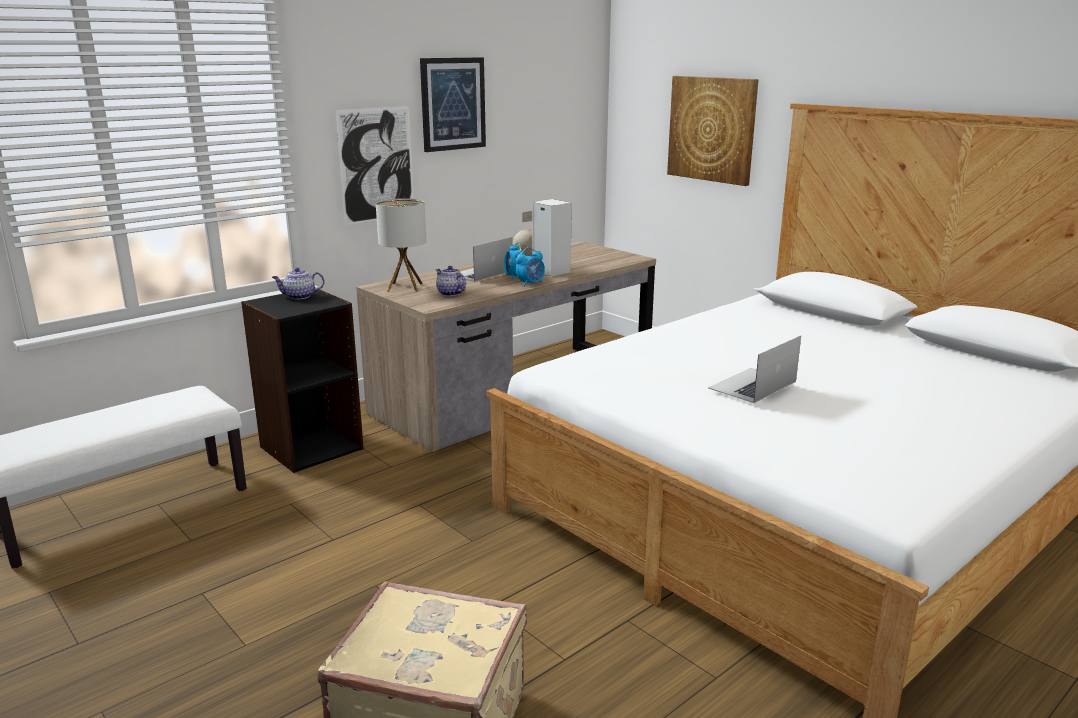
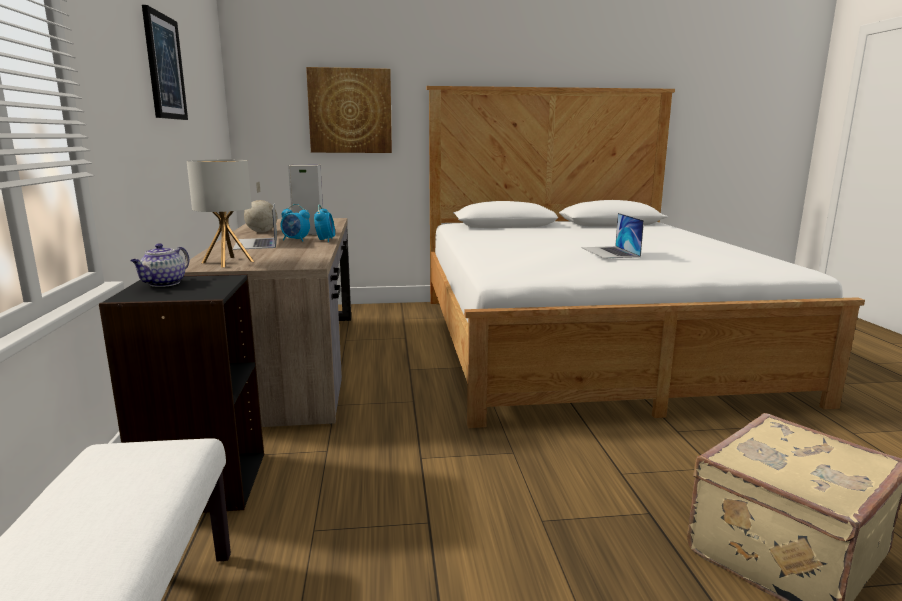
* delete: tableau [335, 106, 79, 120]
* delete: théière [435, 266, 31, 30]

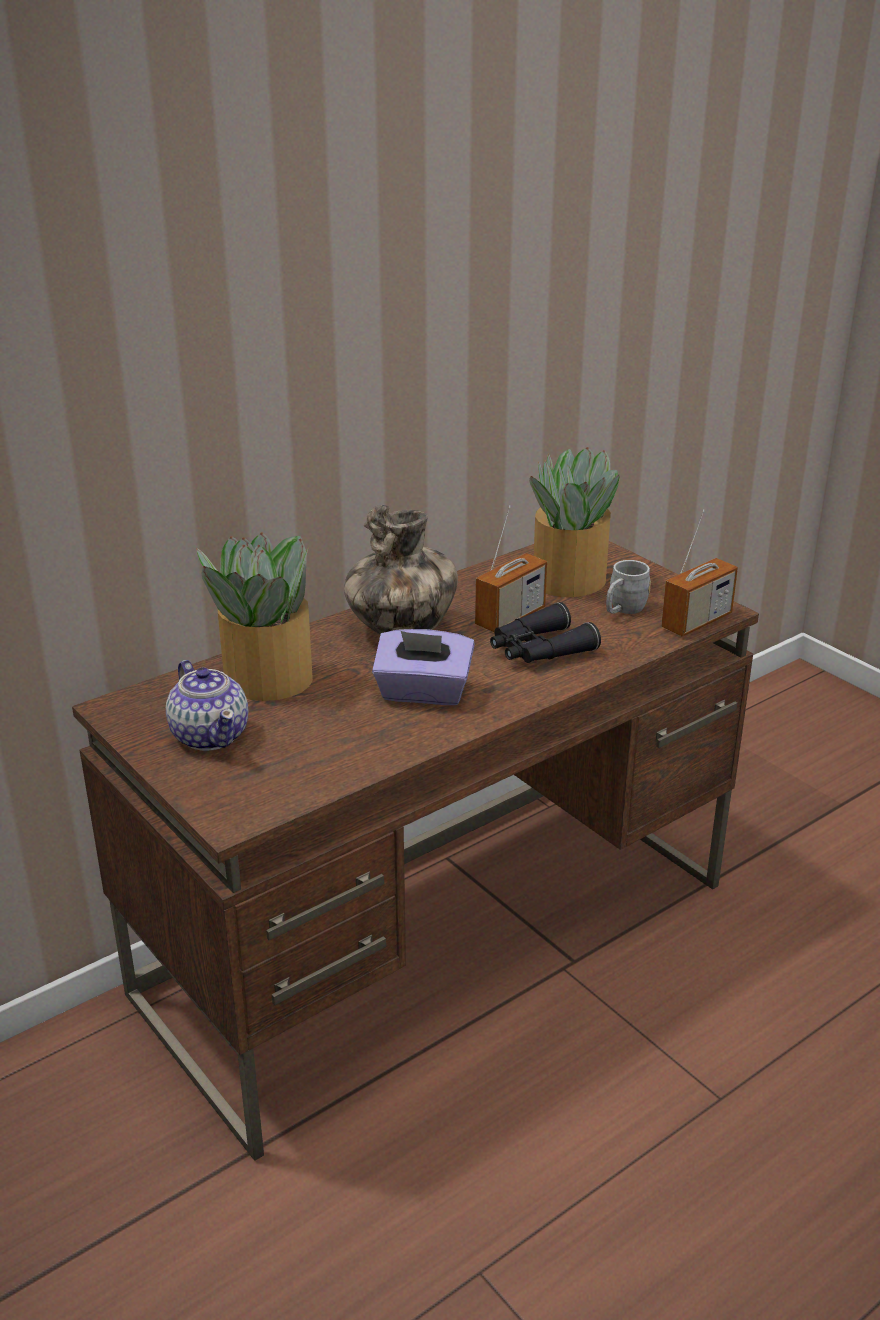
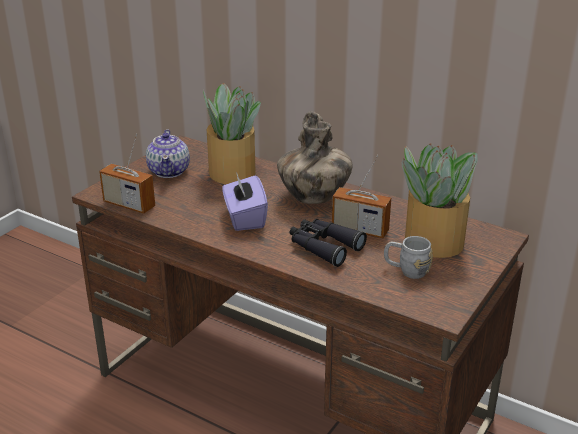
* rotate: théière [166, 660, 83, 91] = [146, 129, 44, 49] 45 degrees counterclockwise
* move: radio [661, 509, 77, 128] to [99, 134, 56, 80]

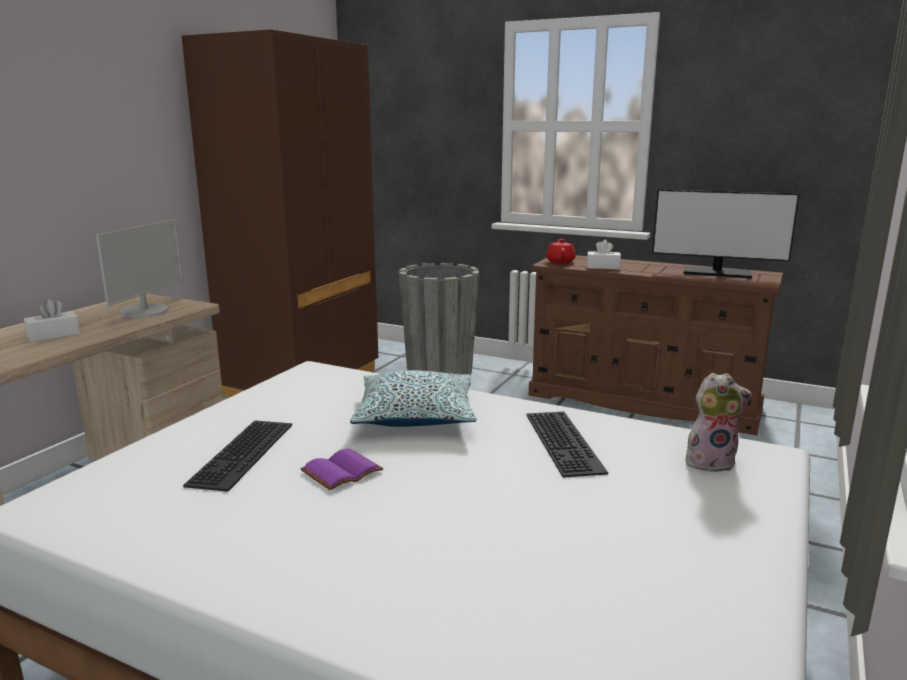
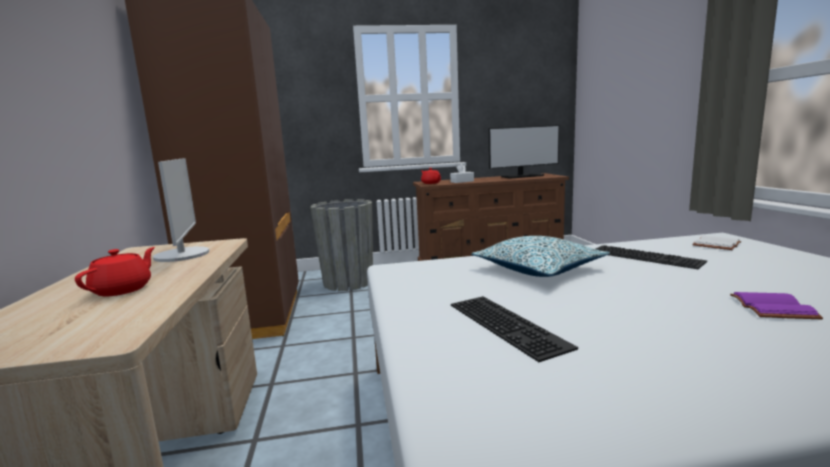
* replace: boîte à mouchoirs/blanc [24, 299, 57, 43] to théière/rouge [75, 247, 80, 49]
* move: livre/violet [301, 448, 83, 42] to [730, 292, 93, 27]
* replace: peluche [686, 373, 66, 99] to livre/blanc [693, 235, 48, 15]

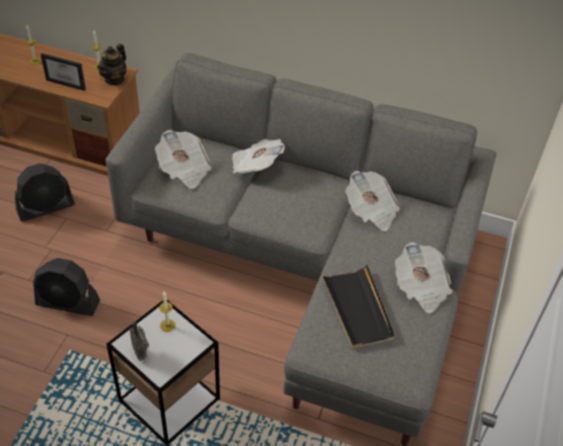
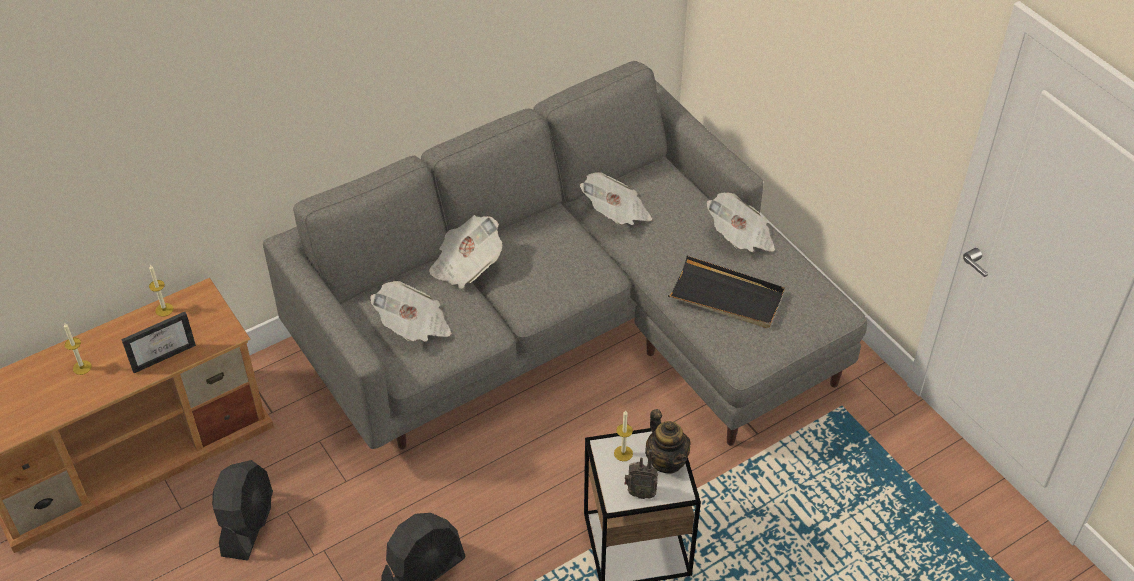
* move: théière [97, 44, 29, 42] to [645, 409, 46, 65]

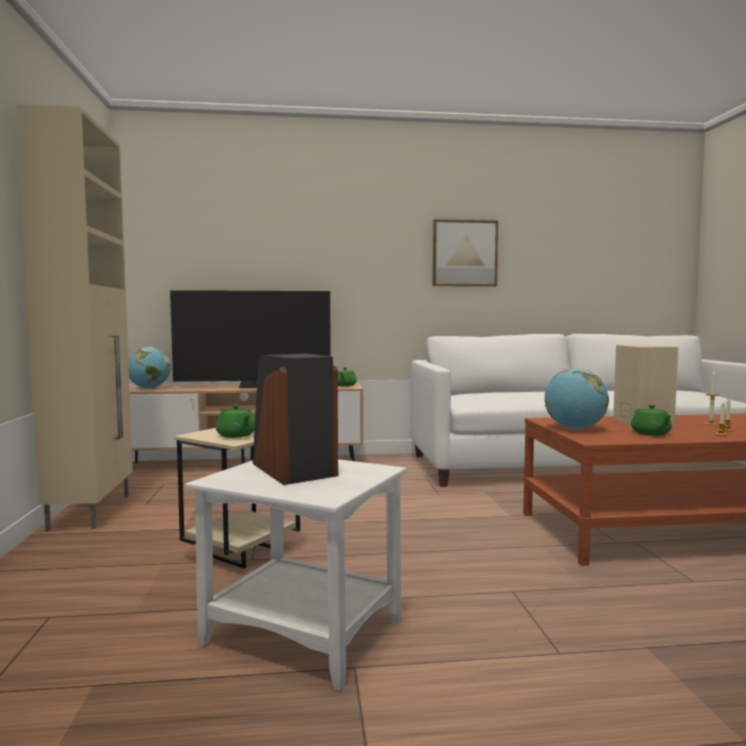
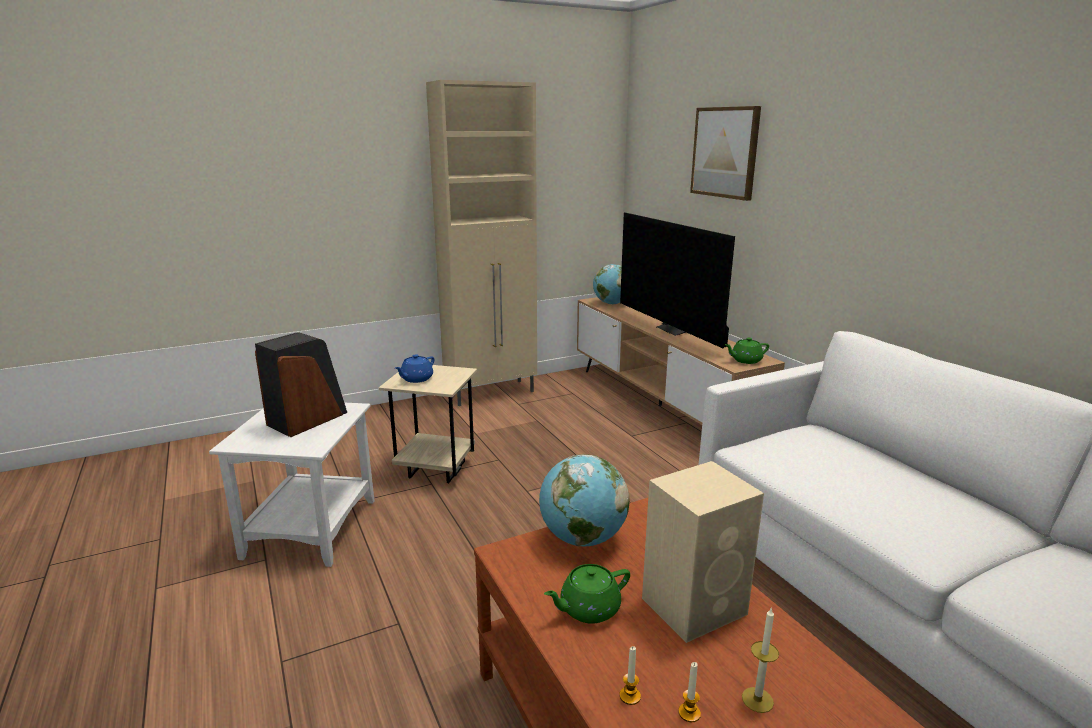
* recolor: théière/vert [216, 405, 39, 33] to théière/bleu [395, 354, 39, 29]
* move: tableau [432, 219, 66, 68] to [690, 106, 71, 95]

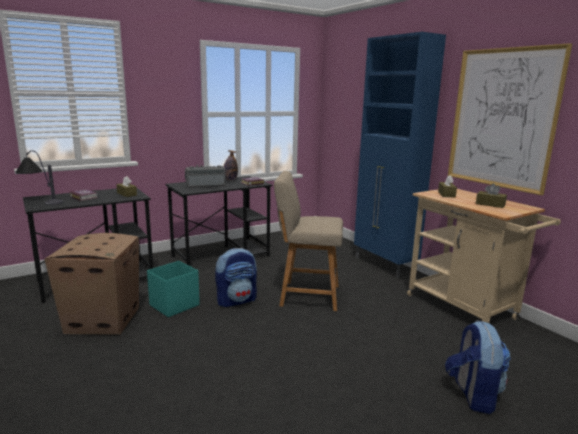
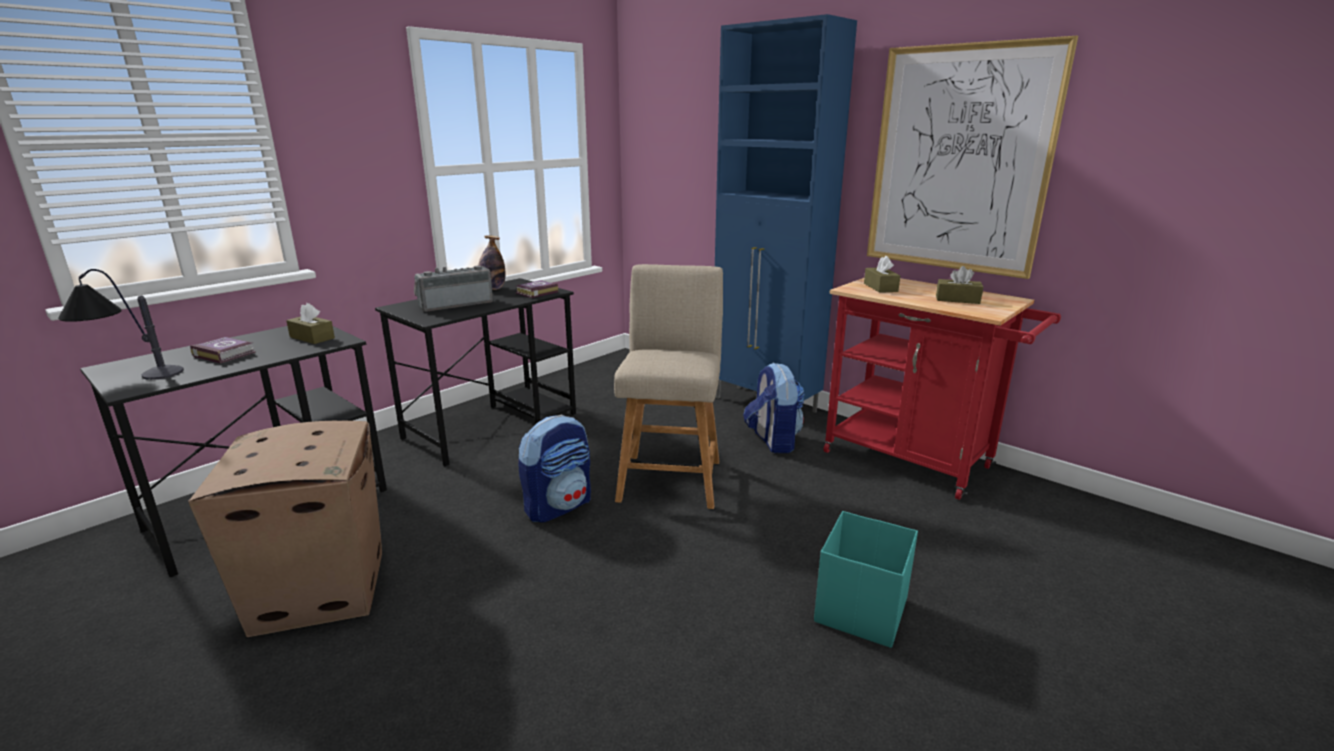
* move: boîte de rangement/turquoise [147, 261, 53, 56] to [814, 511, 104, 137]
* rotate: chaise/beige [274, 171, 69, 140] = [614, 264, 109, 245] 105 degrees clockwise
* recolor: chariot/beige [407, 189, 154, 134] to chariot/rouge [823, 278, 238, 222]
* move: sac à dos [445, 320, 66, 94] to [743, 362, 62, 91]

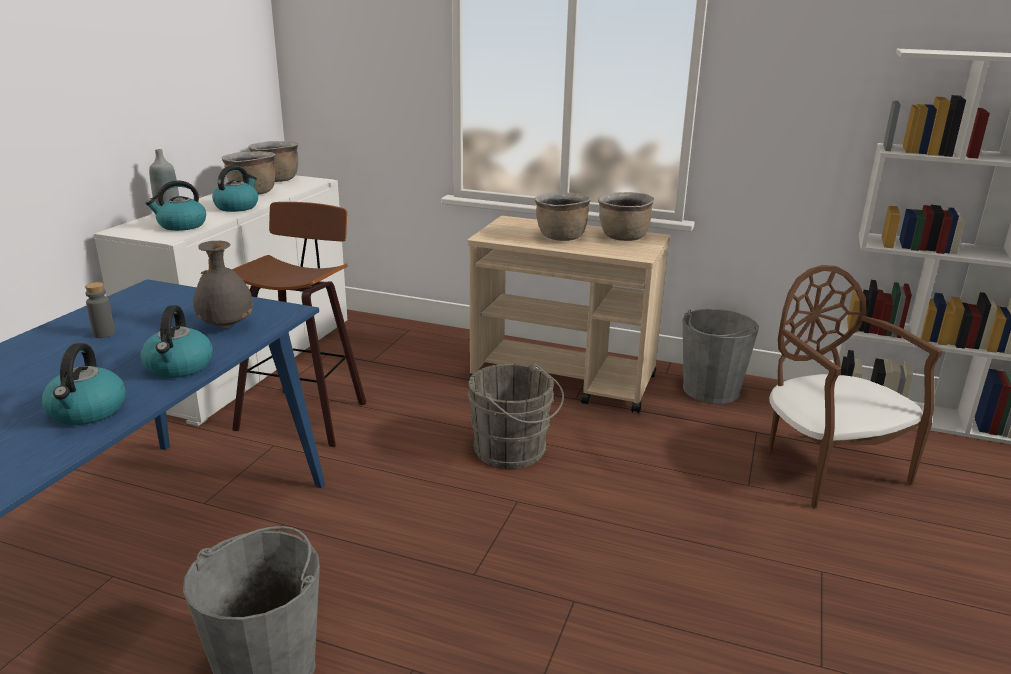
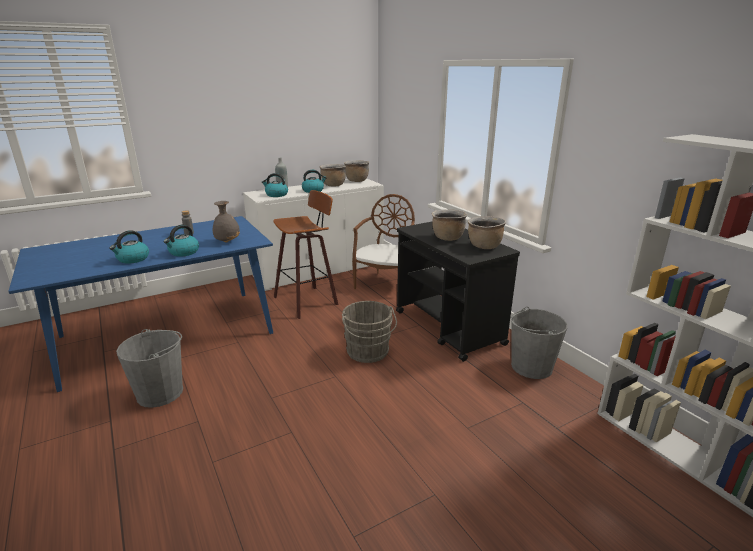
* recolor: chariot/beige [468, 216, 203, 198] to chariot/noir [396, 222, 124, 140]
* move: chaise/marron [768, 265, 174, 244] to [352, 194, 63, 95]

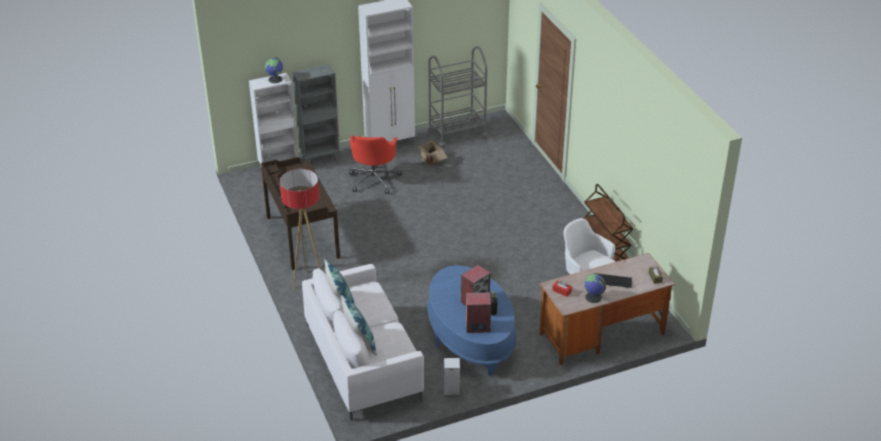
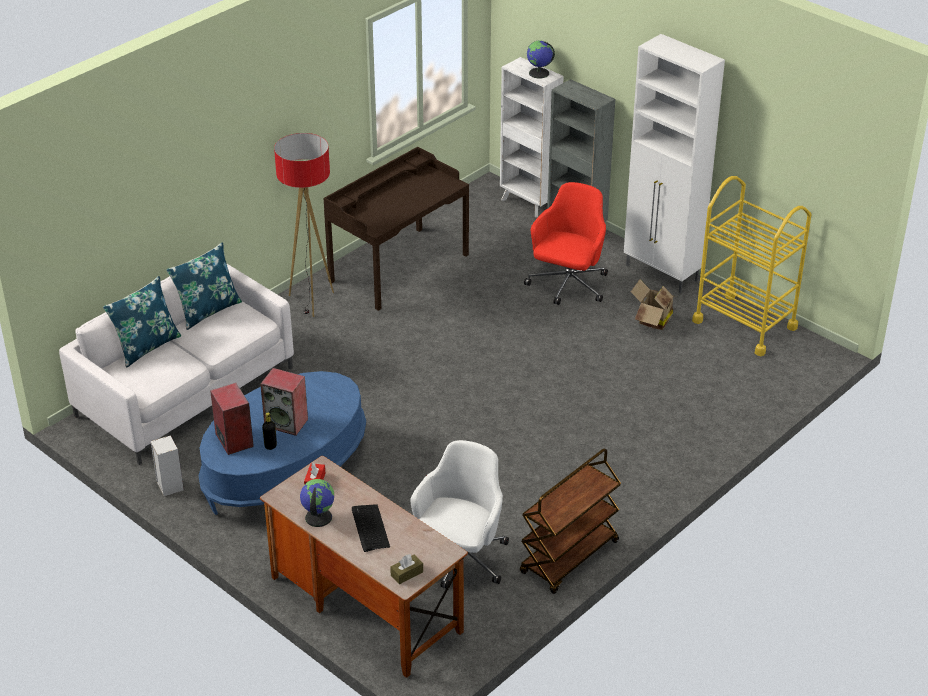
* rotate: chaise de bureau/rouge [349, 136, 53, 58] = [524, 182, 84, 123] 135 degrees clockwise
* recolor: chariot/gris [427, 46, 61, 103] to chariot/jaune [692, 176, 120, 180]

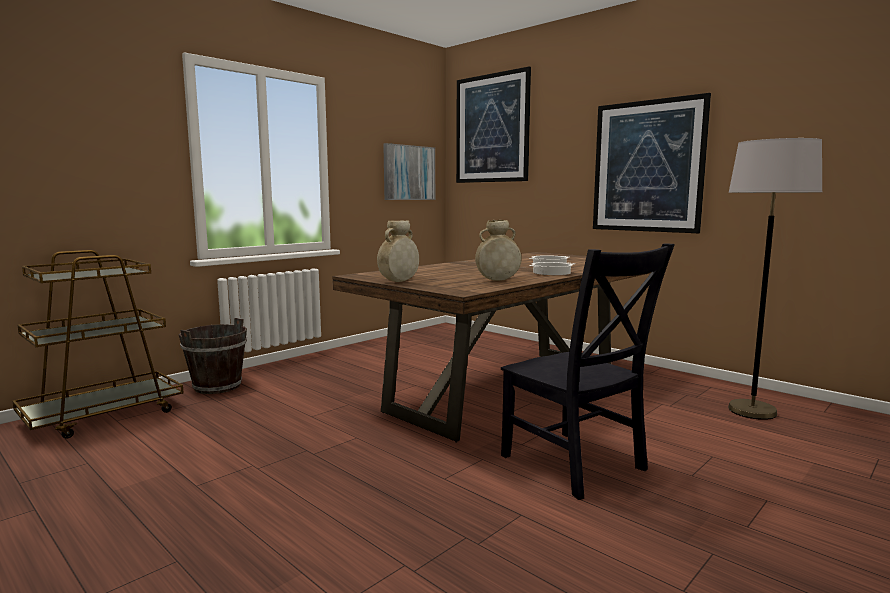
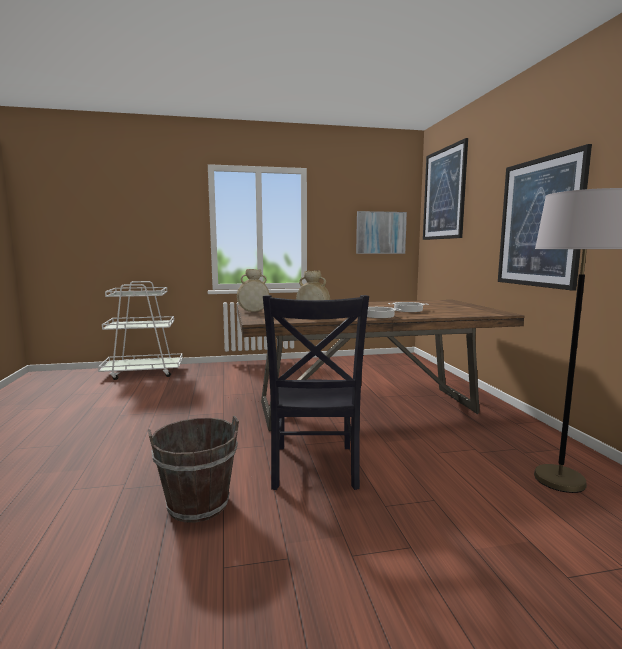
* recolor: chariot/marron [13, 250, 171, 189] to chariot/blanc [98, 281, 85, 99]
* move: seau/marron [178, 318, 69, 76] to [148, 416, 91, 107]

